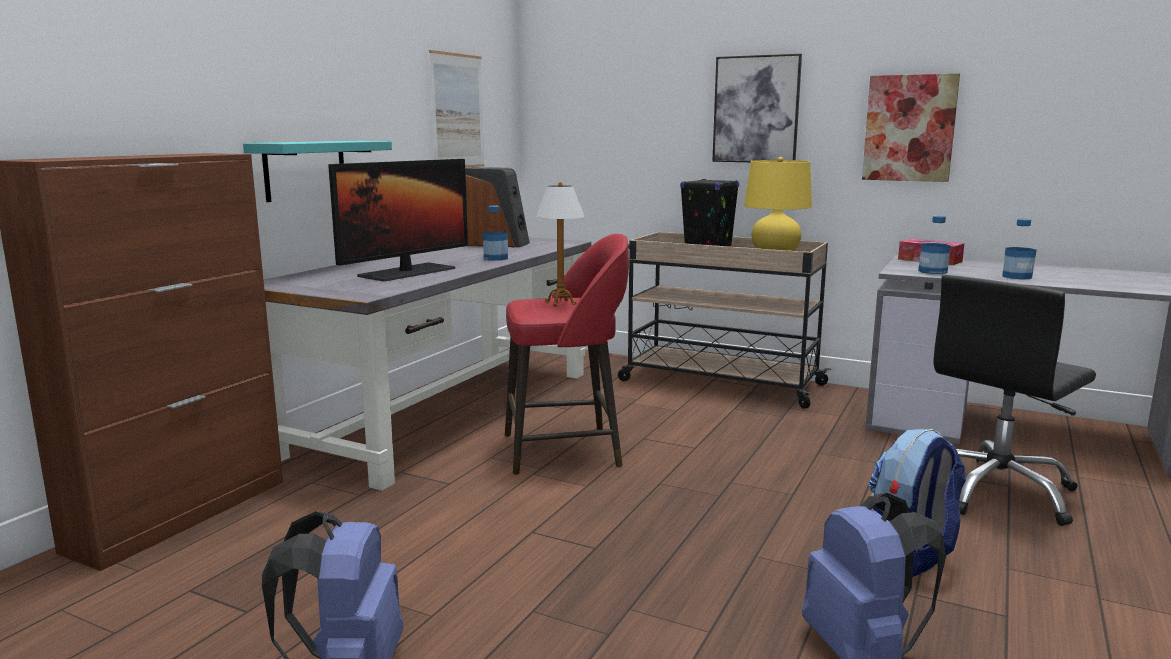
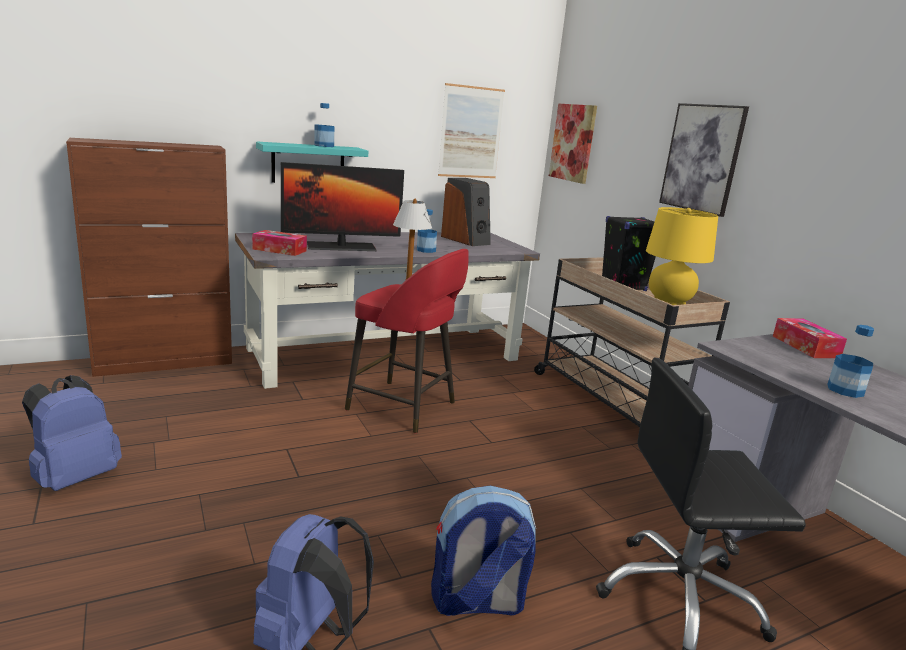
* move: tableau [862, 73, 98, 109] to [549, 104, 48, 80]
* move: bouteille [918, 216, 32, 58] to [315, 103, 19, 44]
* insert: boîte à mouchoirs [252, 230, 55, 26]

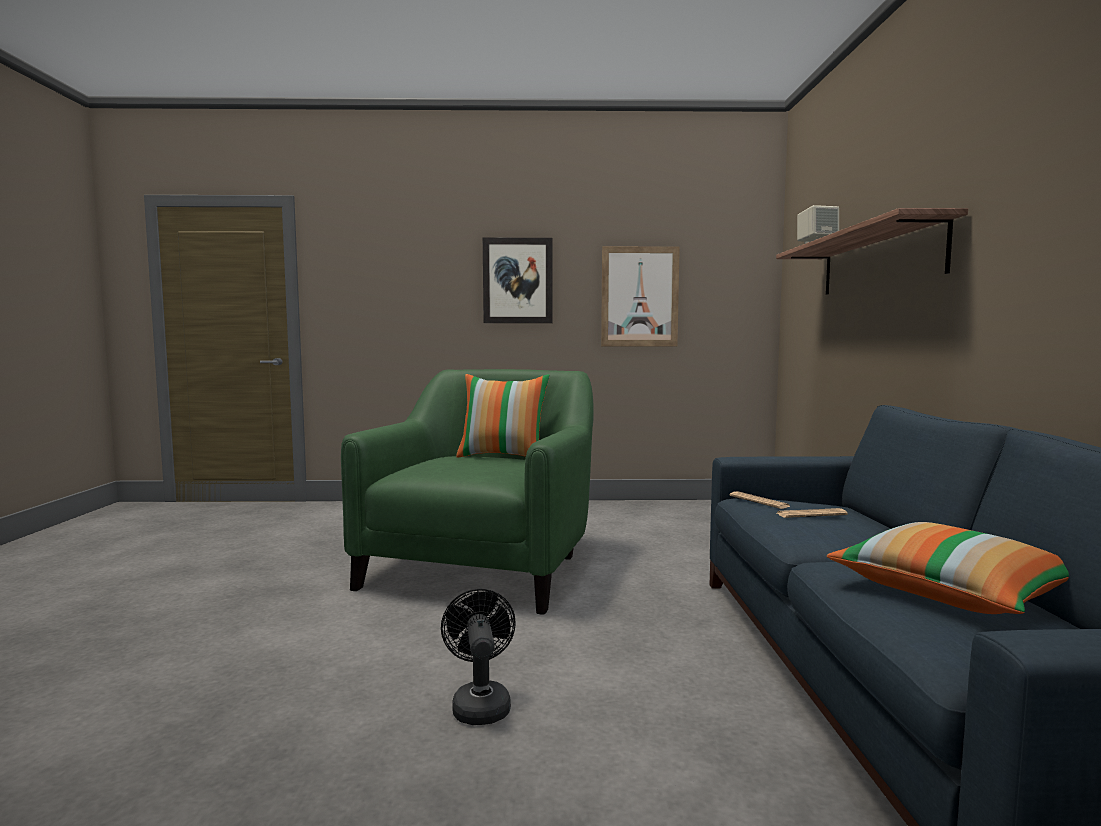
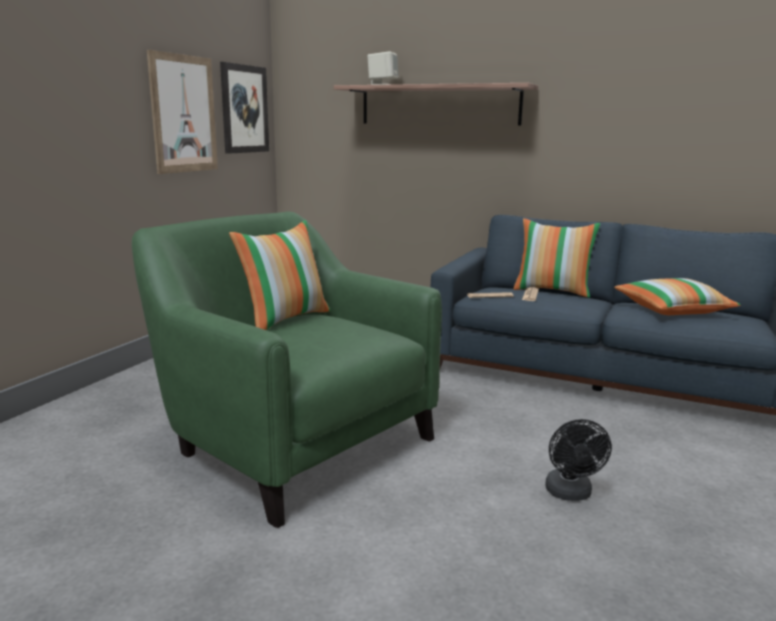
* rotate: ventilateur/noir [441, 589, 75, 136] = [545, 419, 67, 82] 105 degrees counterclockwise
* move: tableau [483, 238, 69, 85] to [220, 62, 49, 92]
* insert: coussin [514, 218, 87, 80]

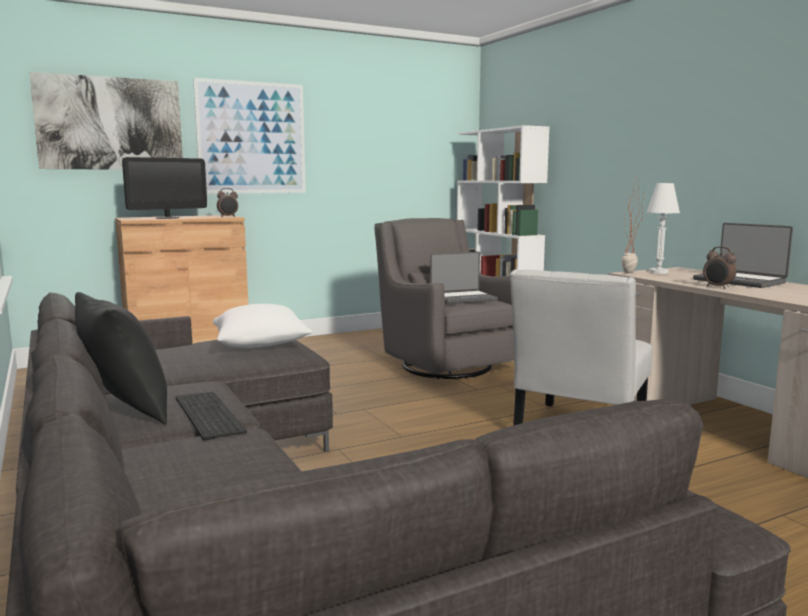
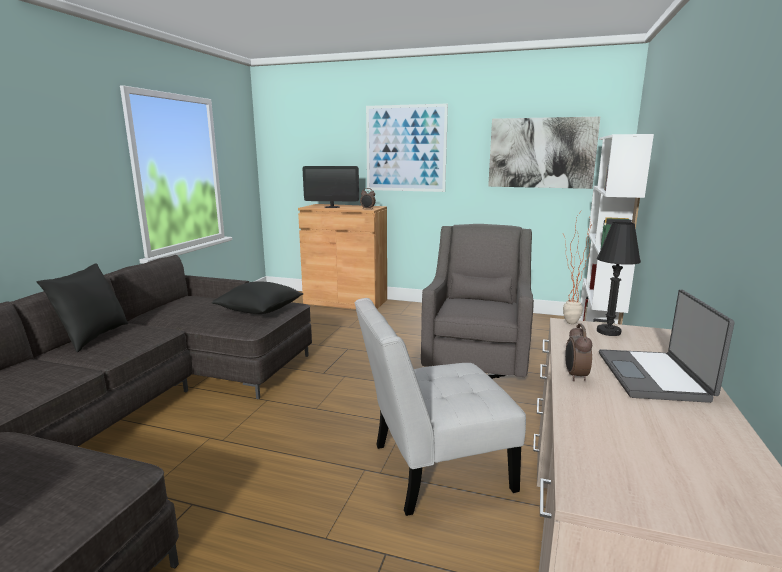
* move: tableau [29, 72, 154, 98] to [488, 117, 112, 72]
* delete: clavier [176, 392, 71, 49]
* recolor: coussin/blanc [213, 304, 100, 44] to coussin/noir [212, 281, 91, 33]
* delete: ordinateur portable [430, 252, 68, 52]
* recolor: lampe de table/blanc [647, 183, 33, 91] to lampe de table/noir [597, 222, 44, 114]

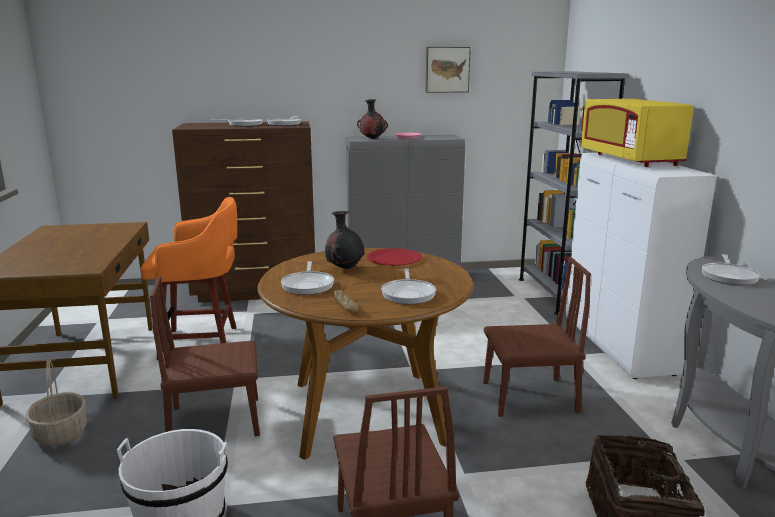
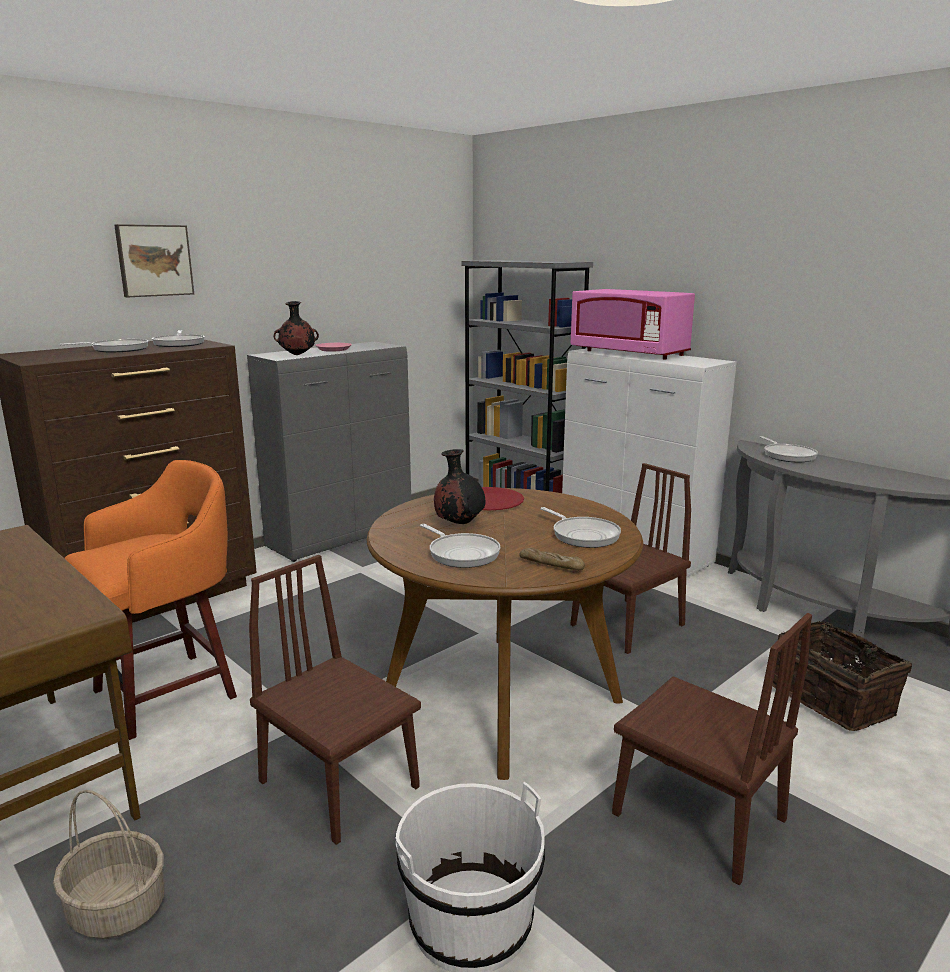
* rotate: chaise/marron [150, 276, 110, 161] = [249, 555, 172, 290] 90 degrees clockwise
* move: tableau [425, 47, 46, 46] to [114, 224, 80, 73]
* recolor: micro-ondes/jaune [581, 99, 113, 68] to micro-ondes/rose [571, 289, 124, 70]

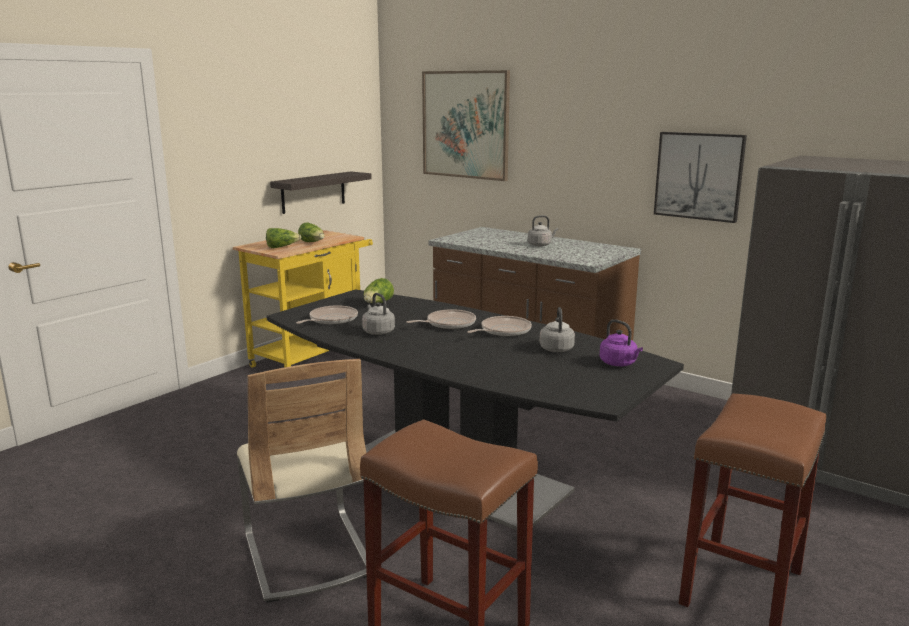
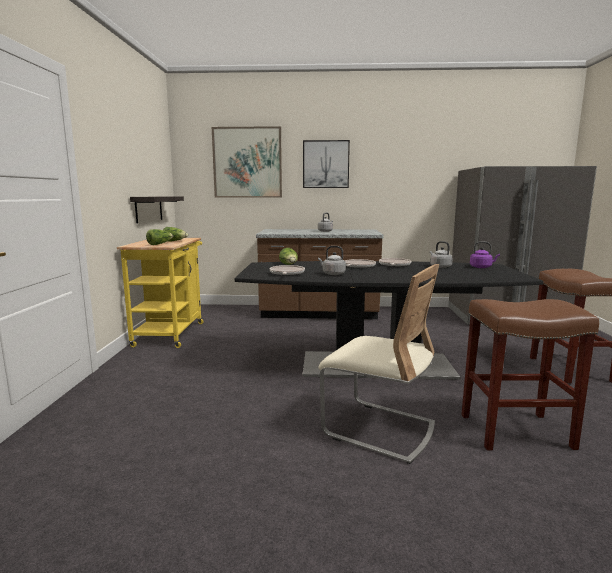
* move: tableau [654, 132, 93, 91] to [303, 140, 47, 48]

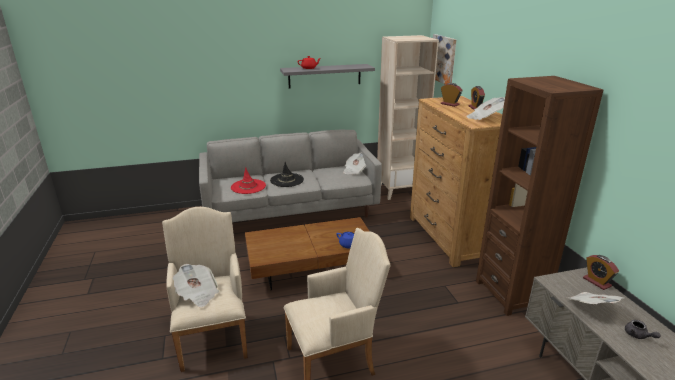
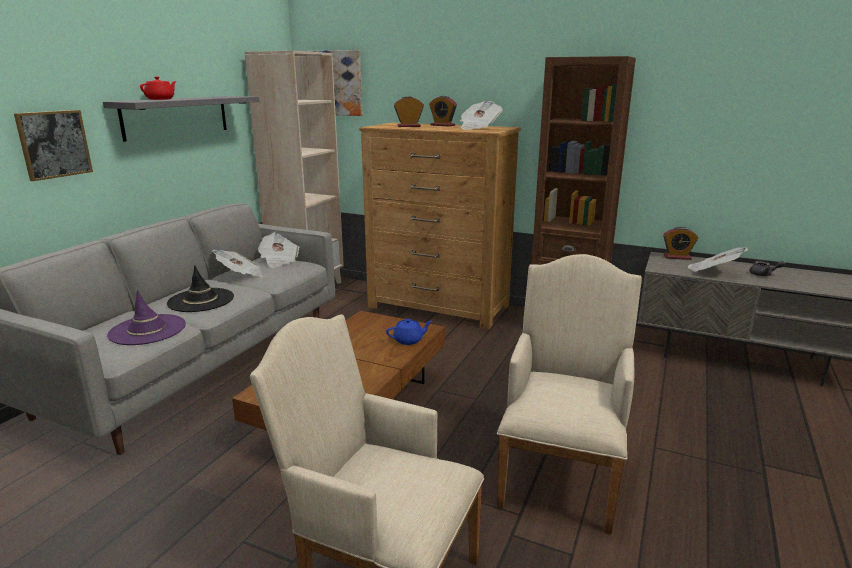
* move: journal [173, 264, 46, 43] to [213, 250, 50, 27]
* recolor: chapeau/rouge [231, 167, 35, 27] to chapeau/violet [107, 290, 79, 55]
* insert: tableau [14, 110, 79, 71]

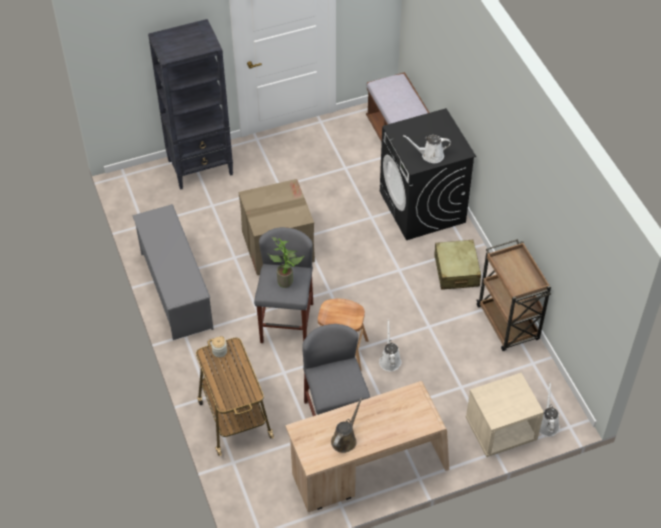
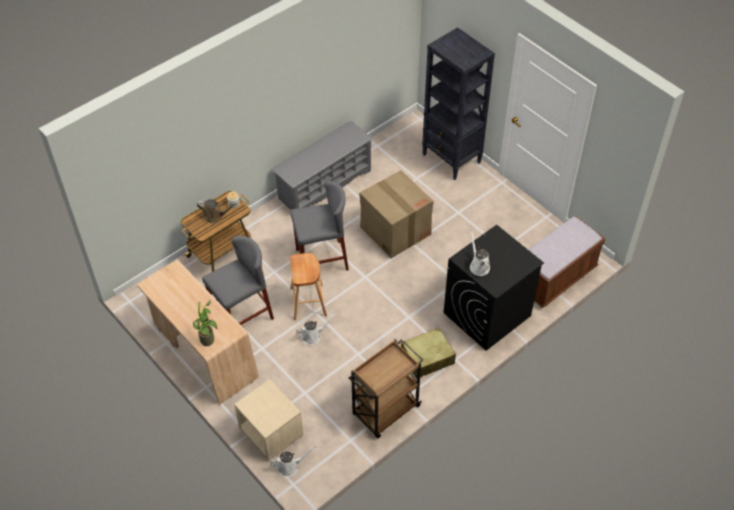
* move: plante en pot [268, 236, 37, 52] to [193, 300, 24, 46]
* move: arrosoir/marron [331, 398, 31, 55] to [197, 199, 40, 25]

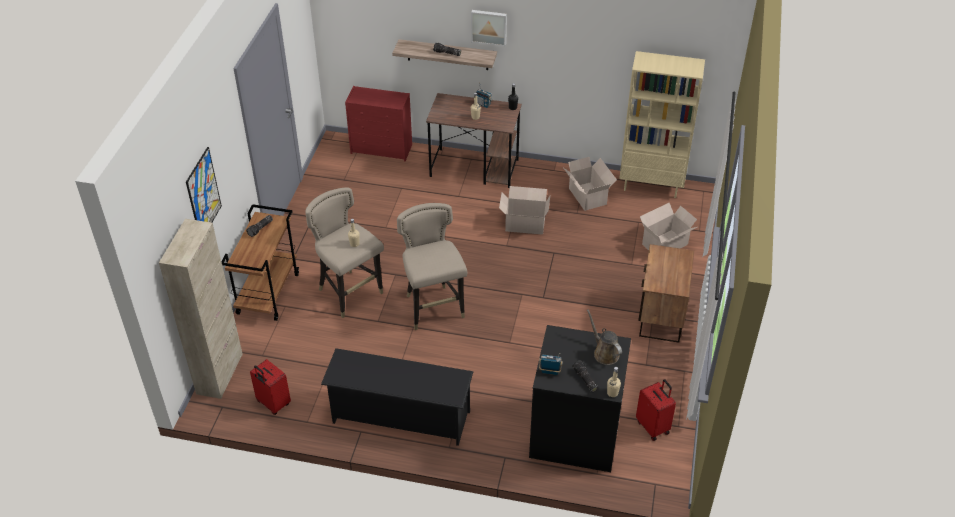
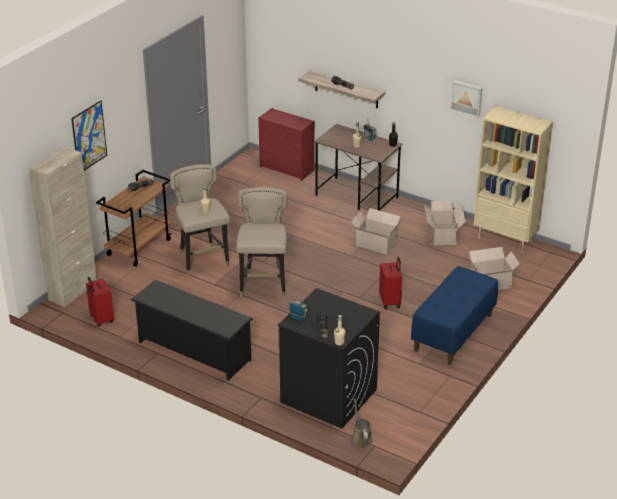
* move: tableau [471, 10, 36, 36] to [450, 80, 32, 37]
* move: arrosoir/marron [587, 310, 35, 55] to [350, 399, 23, 50]
* move: valise/rouge [636, 379, 40, 62] to [379, 257, 23, 53]
* replace: table de chevet [638, 244, 56, 99] to banc/bleu [411, 266, 87, 99]

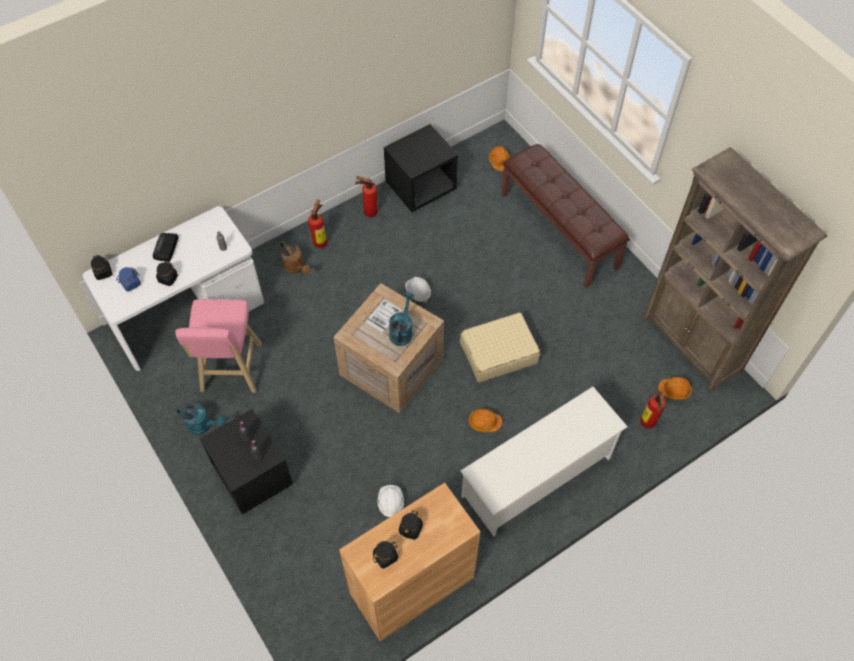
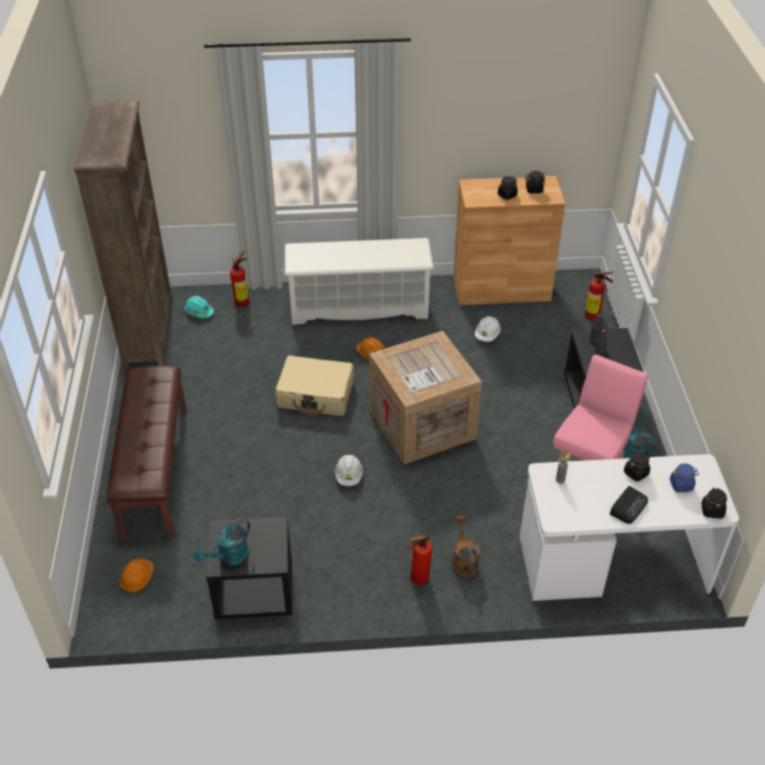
* move: extincteur [355, 176, 23, 41] to [585, 271, 28, 49]
* move: arrosoir/turquoise [389, 292, 25, 54] to [194, 519, 56, 47]
* recolor: casque de chantier/orange [658, 377, 34, 23] to casque de chantier/turquoise [185, 296, 29, 22]

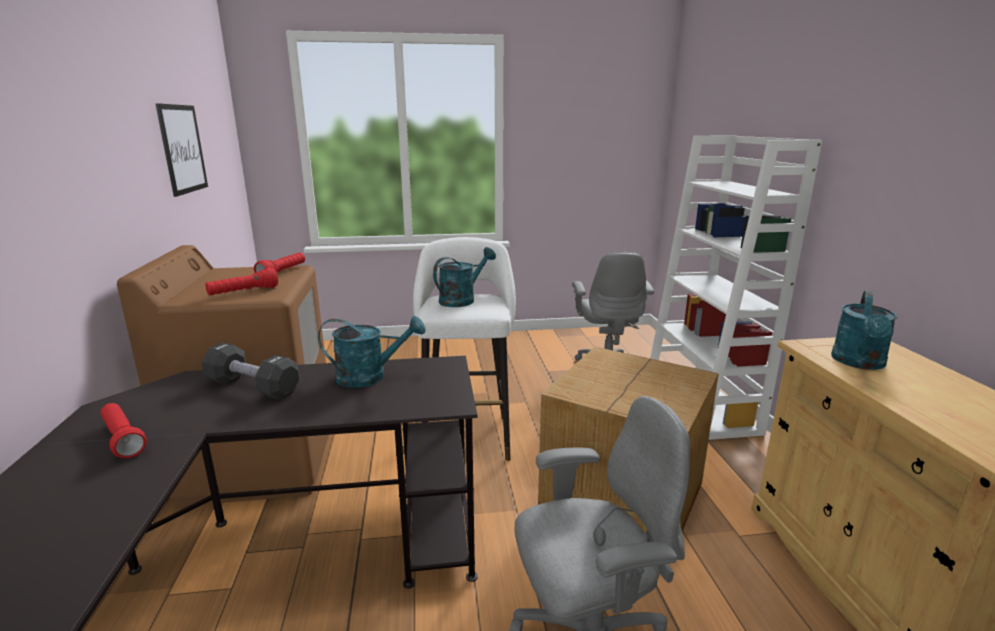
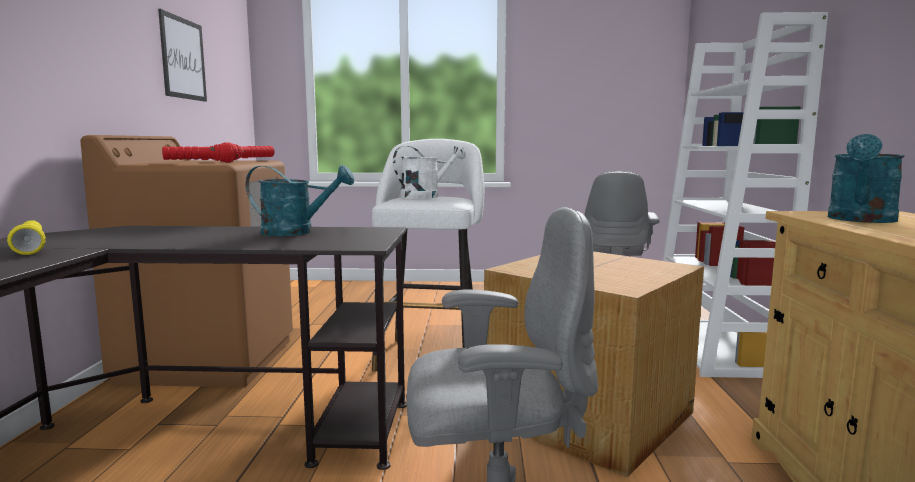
* recolor: lampe de poche/rouge [100, 403, 47, 55] to lampe de poche/jaune [7, 220, 39, 35]
* delete: haltère/noir [201, 343, 99, 57]
* recolor: arrosoir/turquoise [433, 247, 63, 60] to arrosoir/blanc [393, 145, 73, 54]

